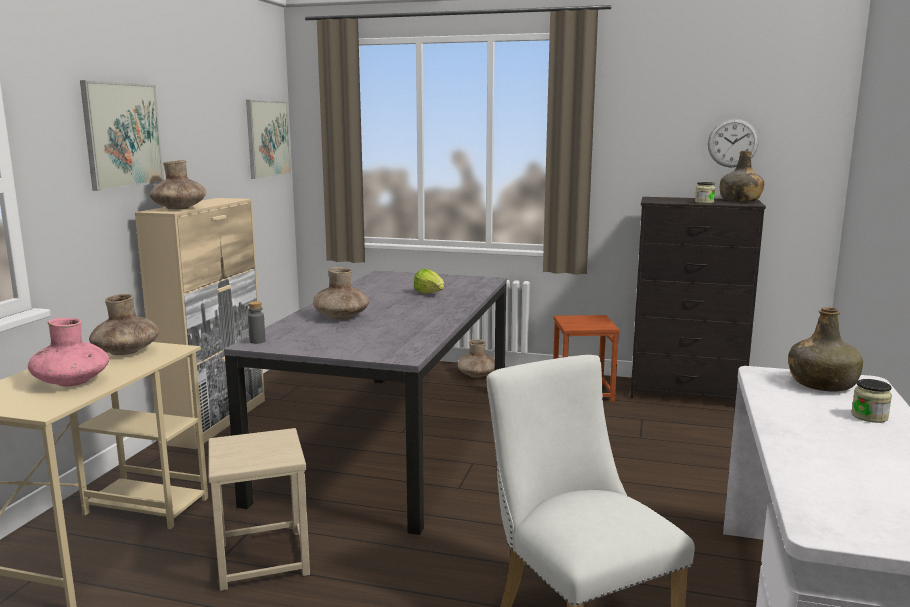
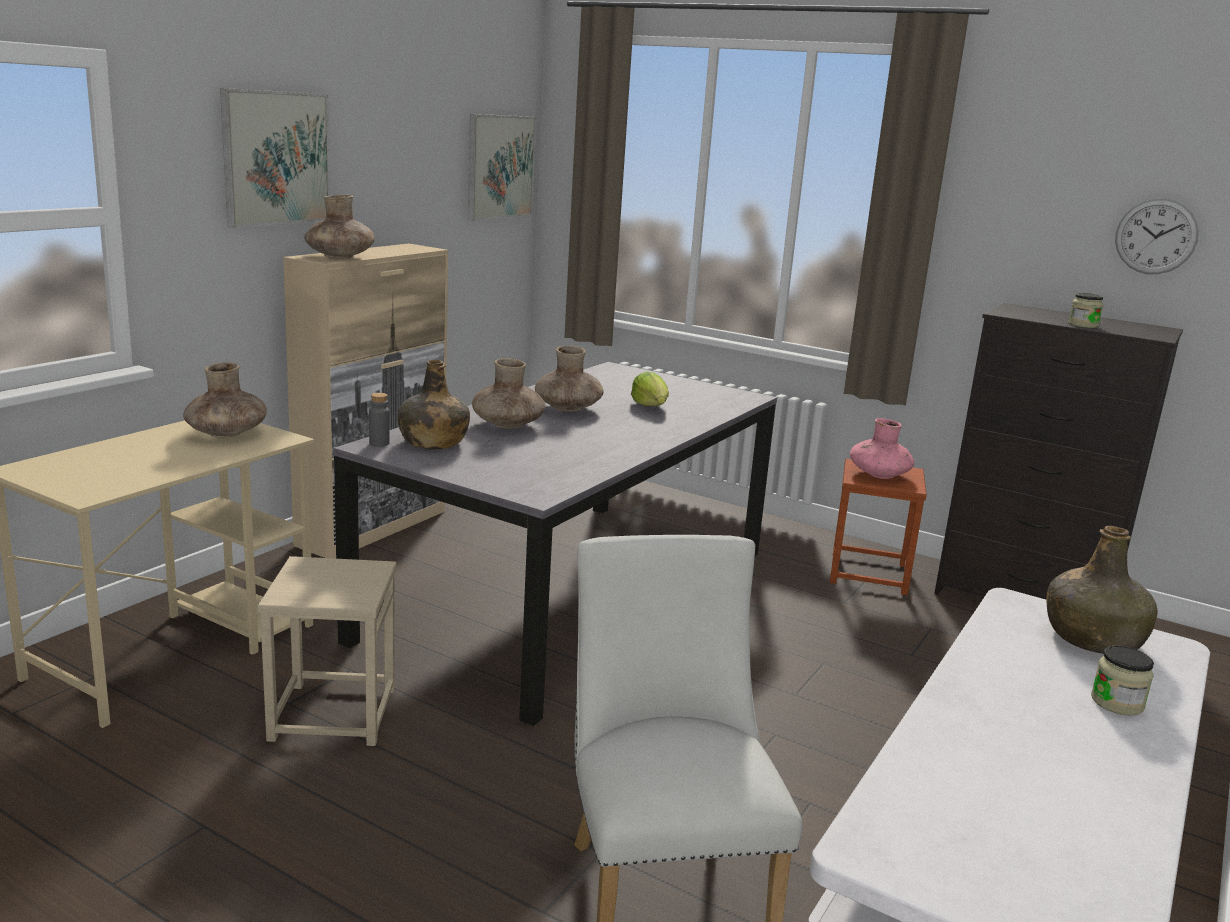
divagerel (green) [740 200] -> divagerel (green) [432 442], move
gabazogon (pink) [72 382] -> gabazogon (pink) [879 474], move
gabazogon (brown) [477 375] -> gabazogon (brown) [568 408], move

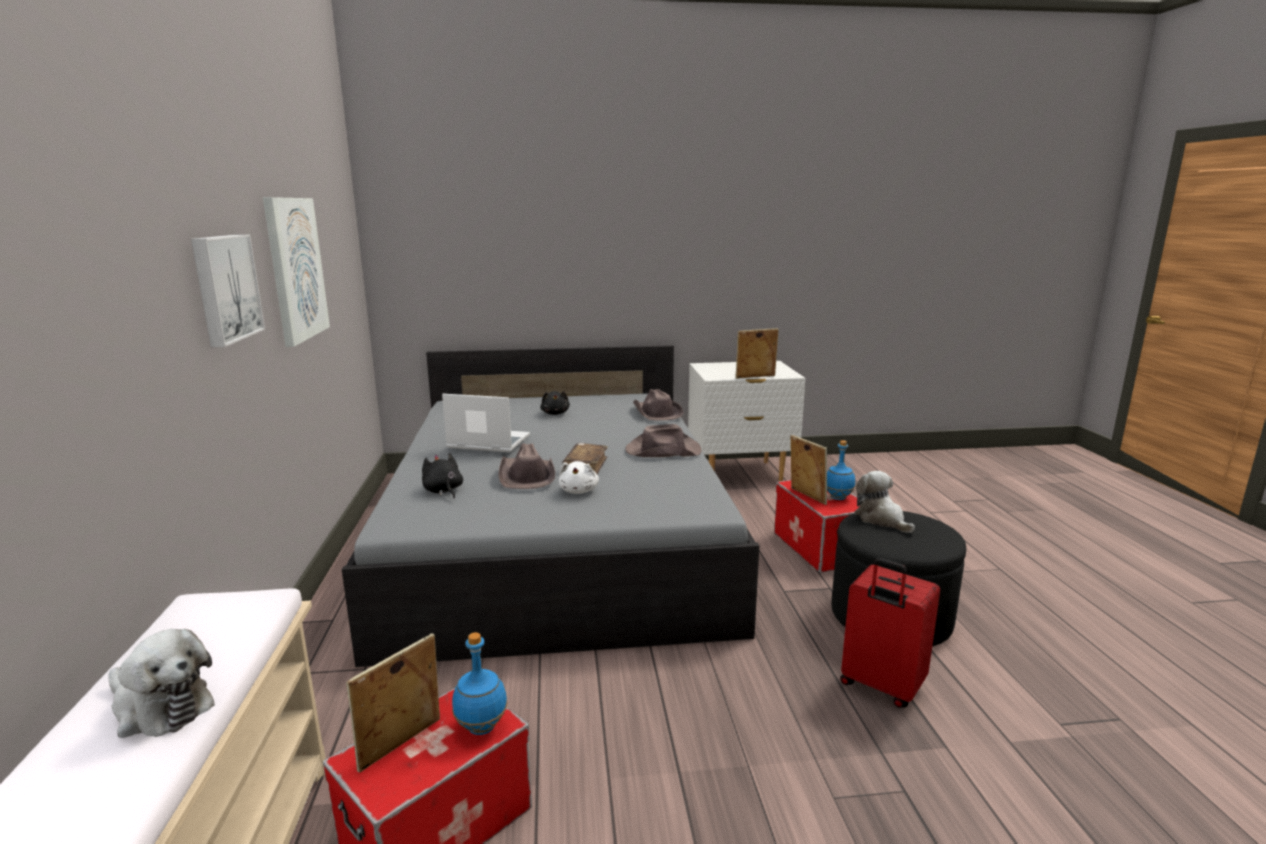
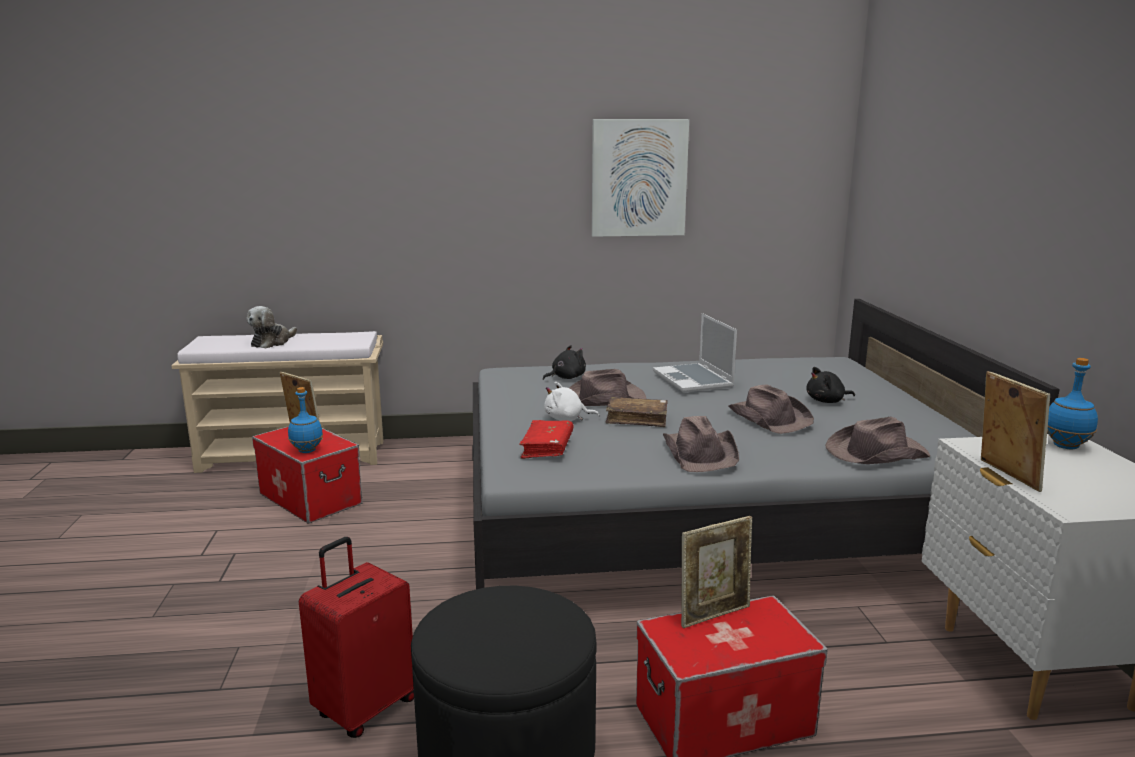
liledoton [224 288] -> none
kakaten [487 442] -> kakaten [694 380], 150 degrees clockwise
divagerel (blue) [838 498] -> divagerel (blue) [1065 446], move
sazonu [881 519] -> none
none -> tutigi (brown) [769 418]
none -> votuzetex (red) [547 447]

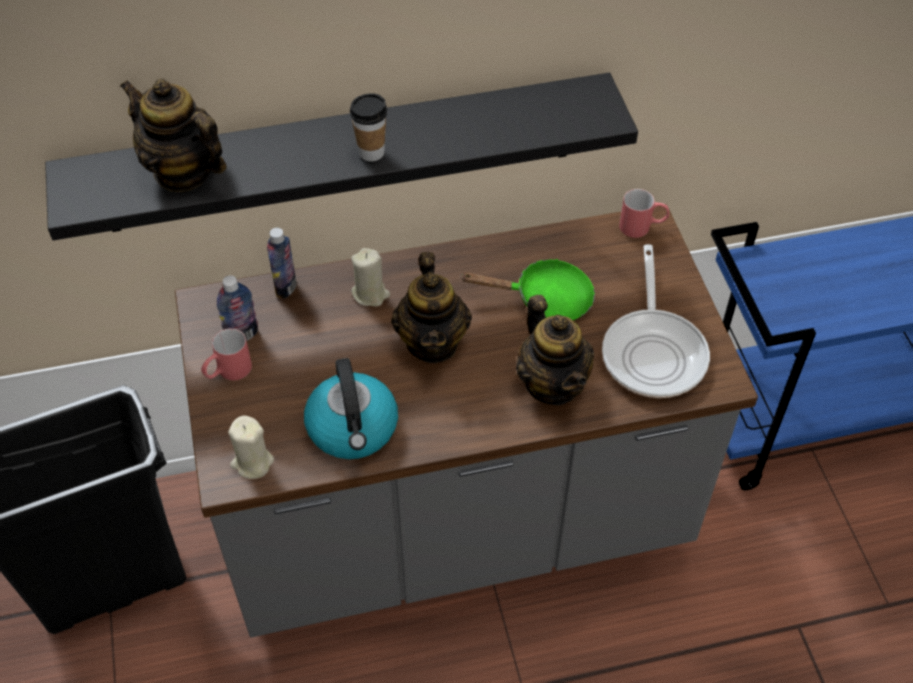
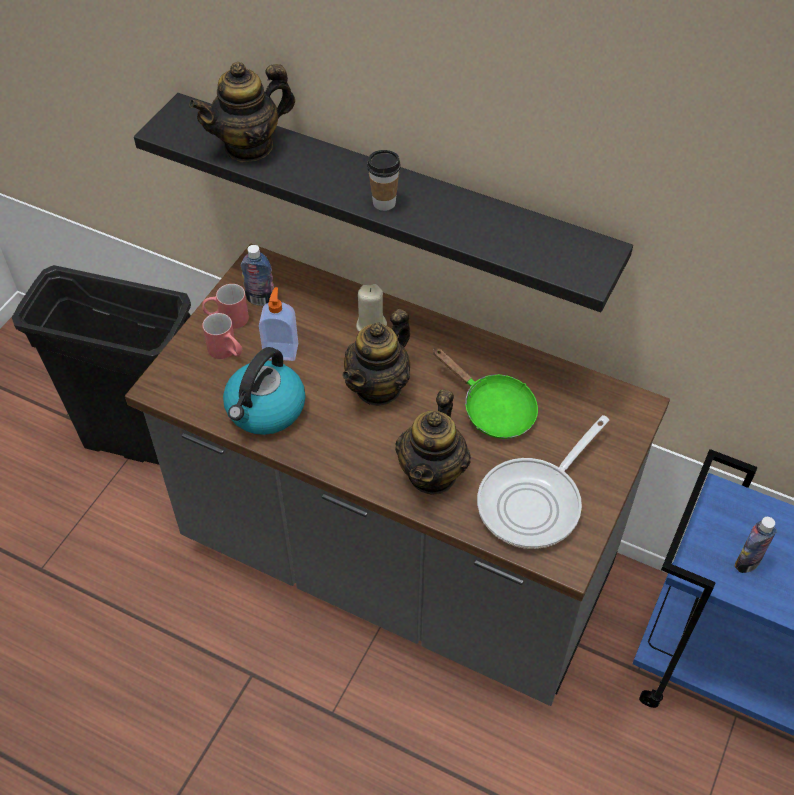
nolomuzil [183 172] -> nolomuzil [249 146], 105 degrees counterclockwise
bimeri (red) [642 227] -> bimeri (red) [227 352], move
divagerel [286 287] -> divagerel [747 563], move
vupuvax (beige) [252 462] -> none
none -> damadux [281 350]

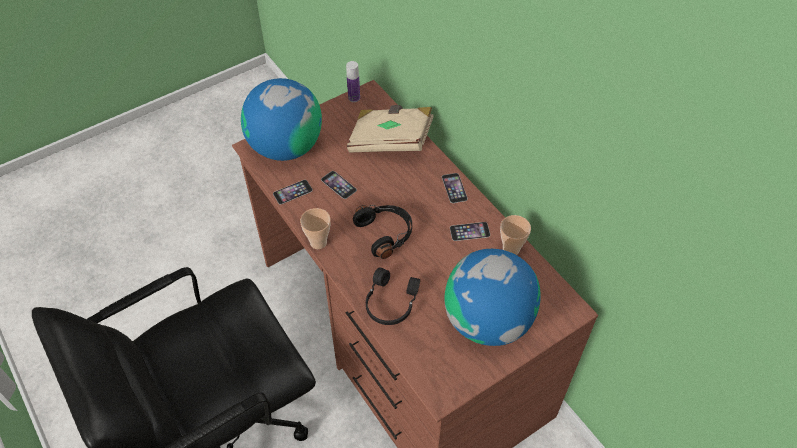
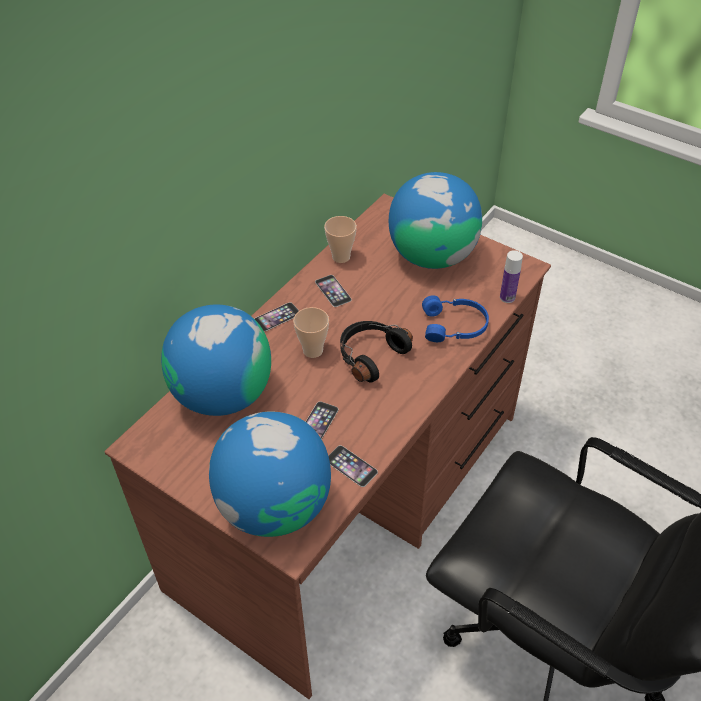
divagerel [354 98] -> divagerel [507 297], move
votuzetex (beige) [390 141] -> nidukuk [223 394]
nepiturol [318 242] -> nepiturol [313 350], move
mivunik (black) [390 302] -> mivunik (blue) [455 326]

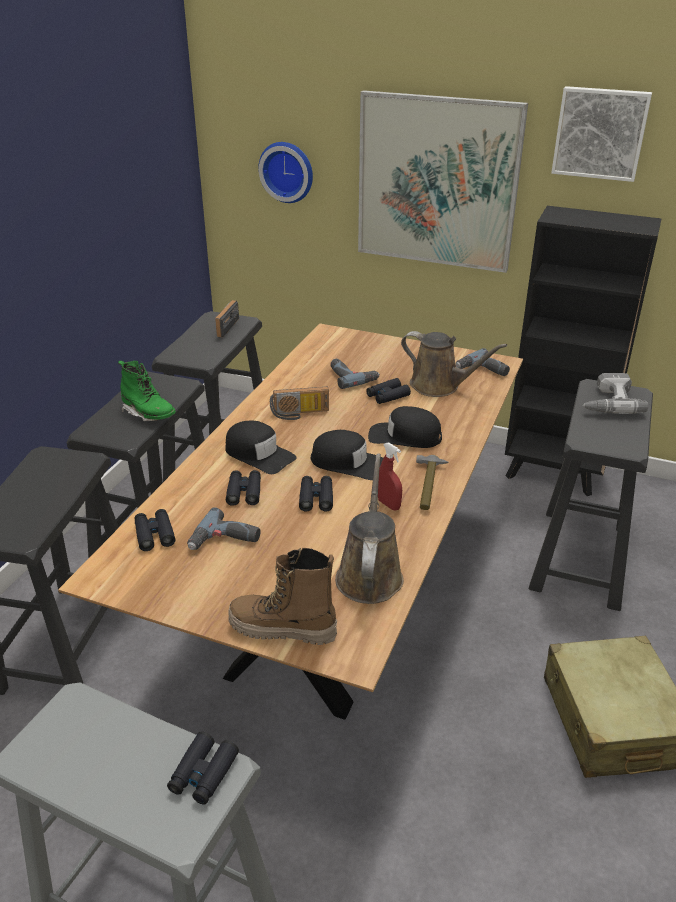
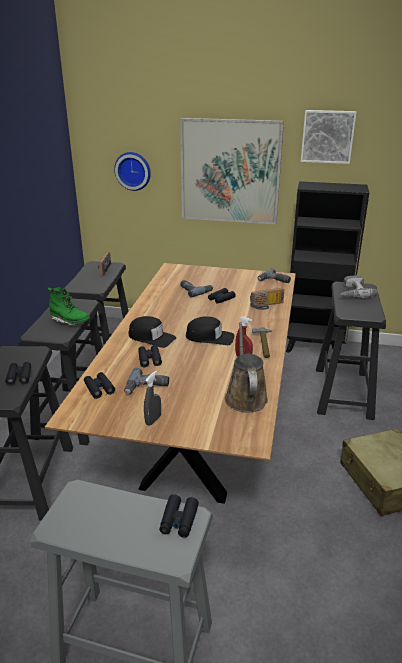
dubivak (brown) [439 386] -> none
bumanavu [300 414] -> bumanavu [267 306], move
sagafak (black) [404 436] -> none
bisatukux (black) [316 498] -> bisatukux (black) [19 376], move
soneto [283 630] -> none
none -> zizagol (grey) [153 420]

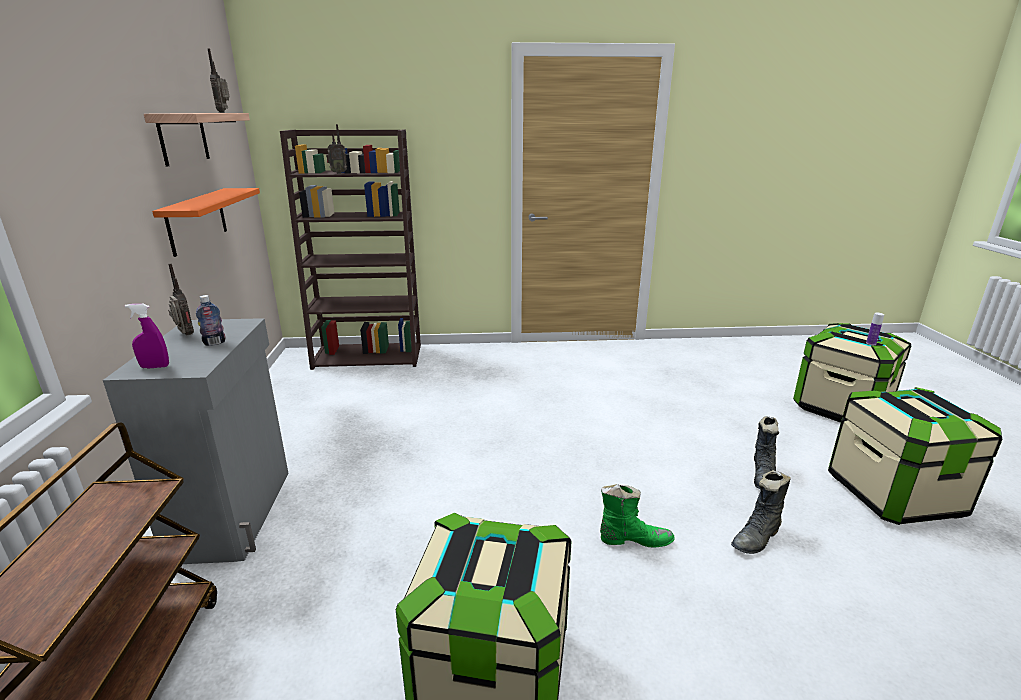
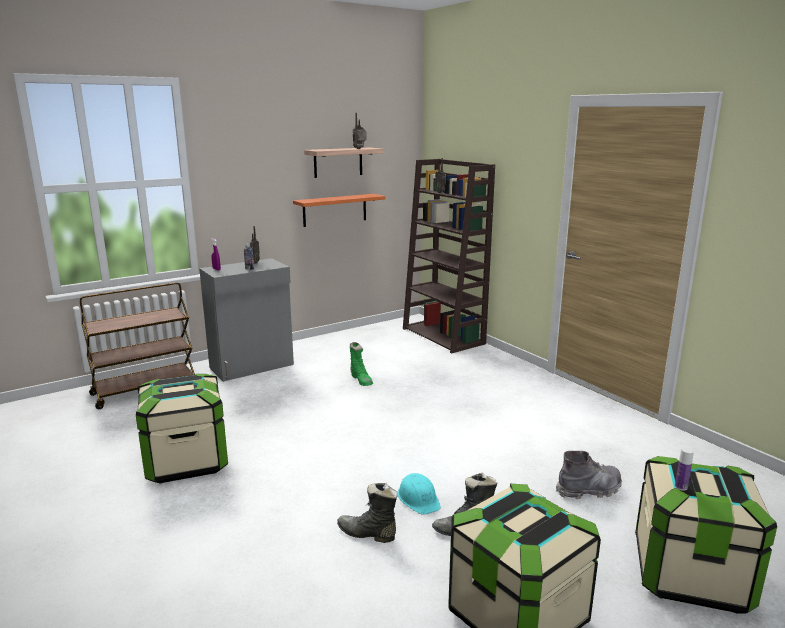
soneto (green) [634 540] -> soneto (green) [361 380], move
none -> soneto (grey) [589 490]
none -> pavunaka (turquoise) [418 499]

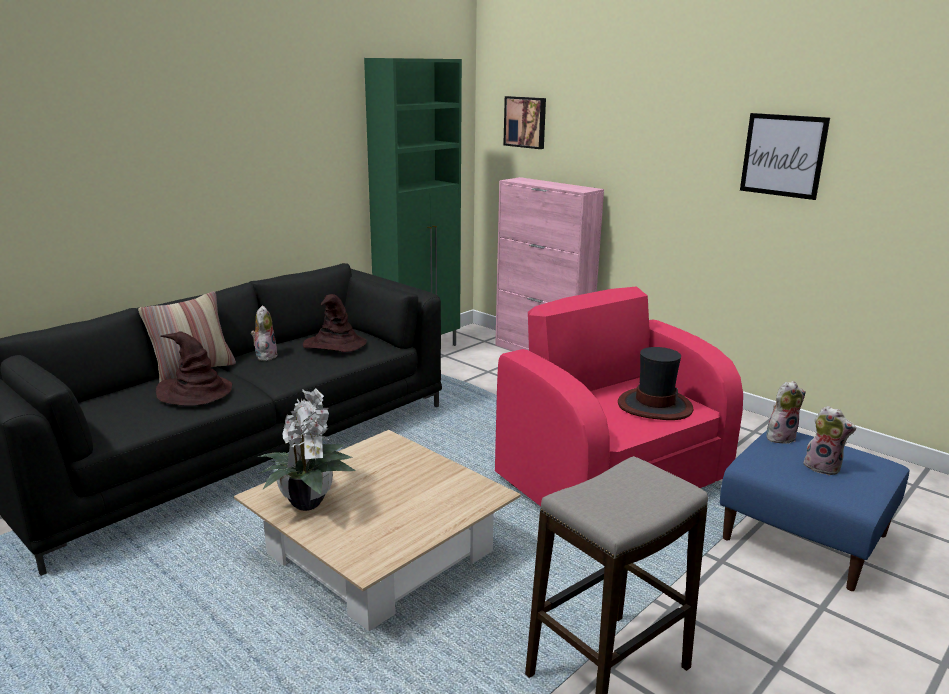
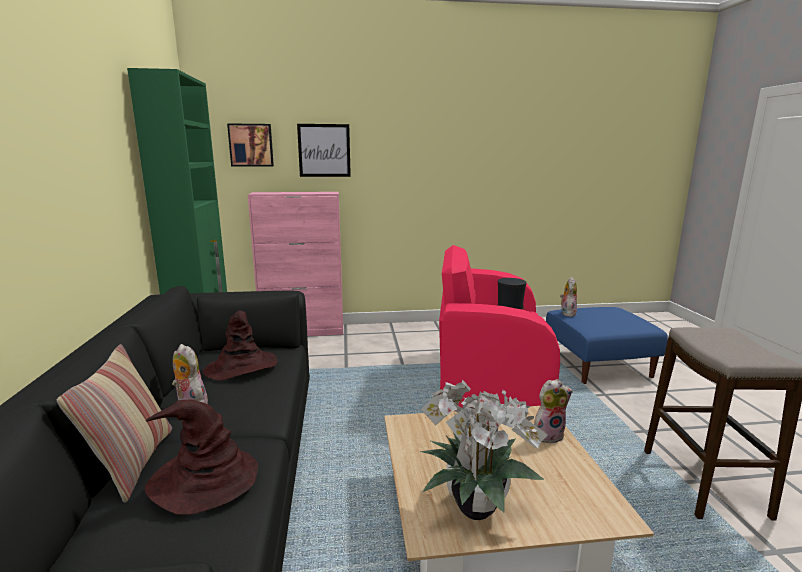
liledoton [783 155] -> liledoton [324 150], move
sazonu [823 467] -> sazonu [548 435], move

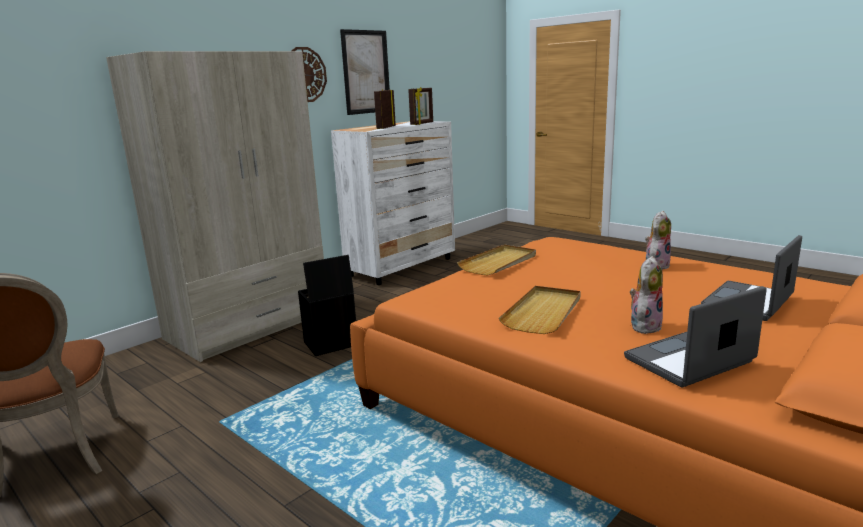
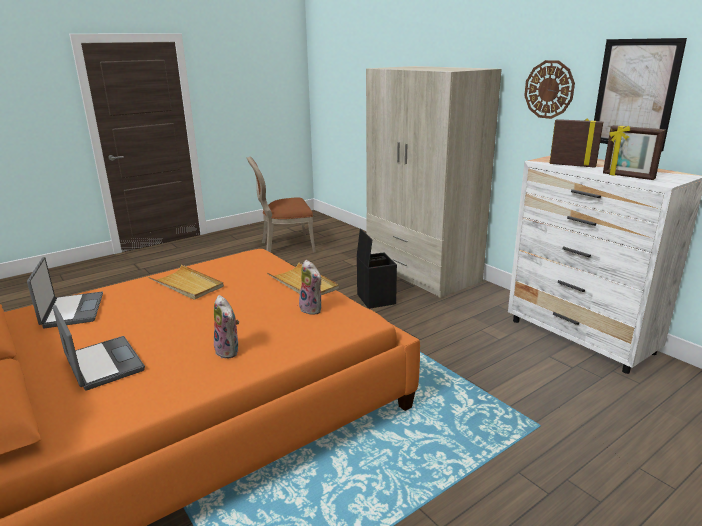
sazonu [644 326] -> sazonu [312 309], move

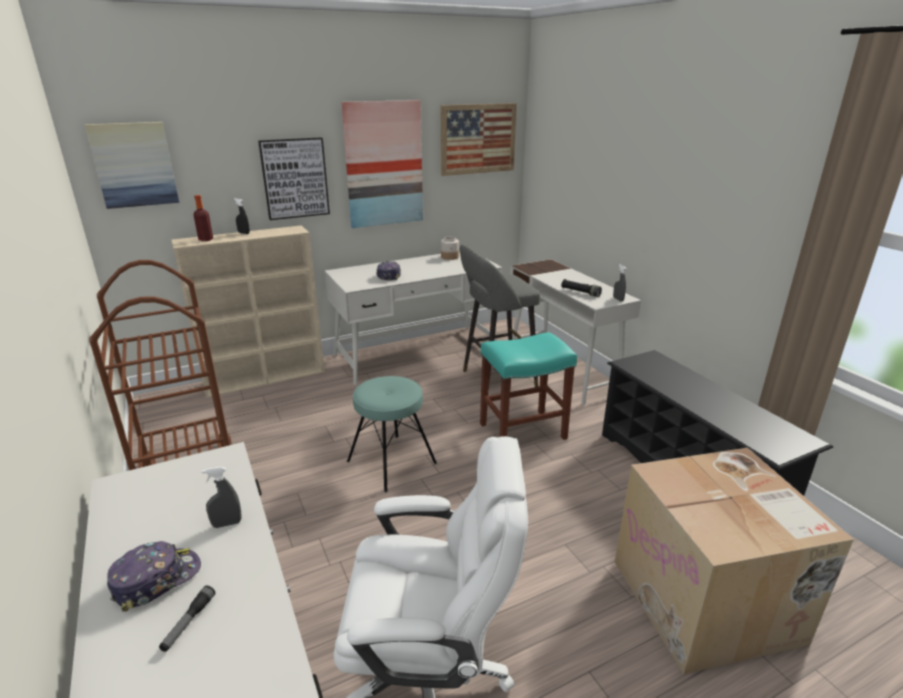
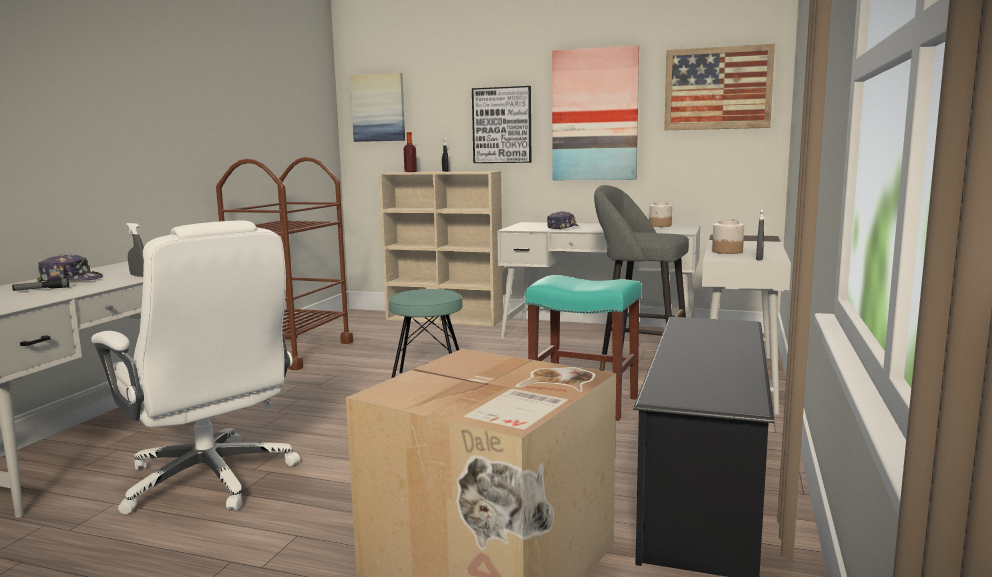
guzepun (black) [580 292] -> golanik [727 251]

